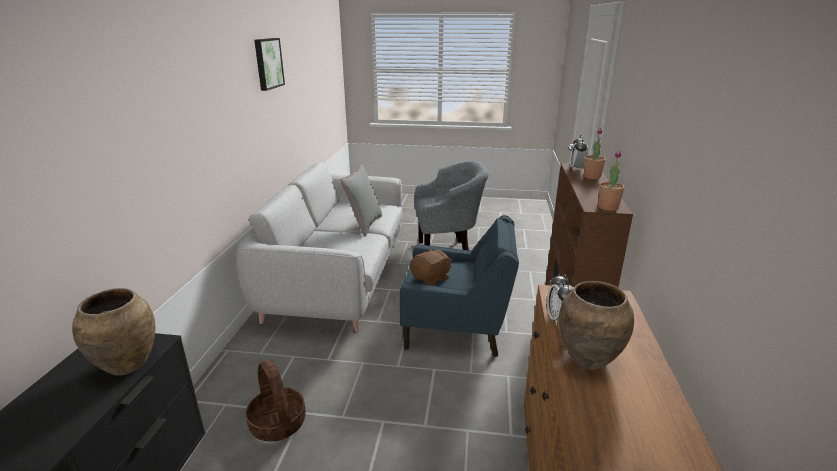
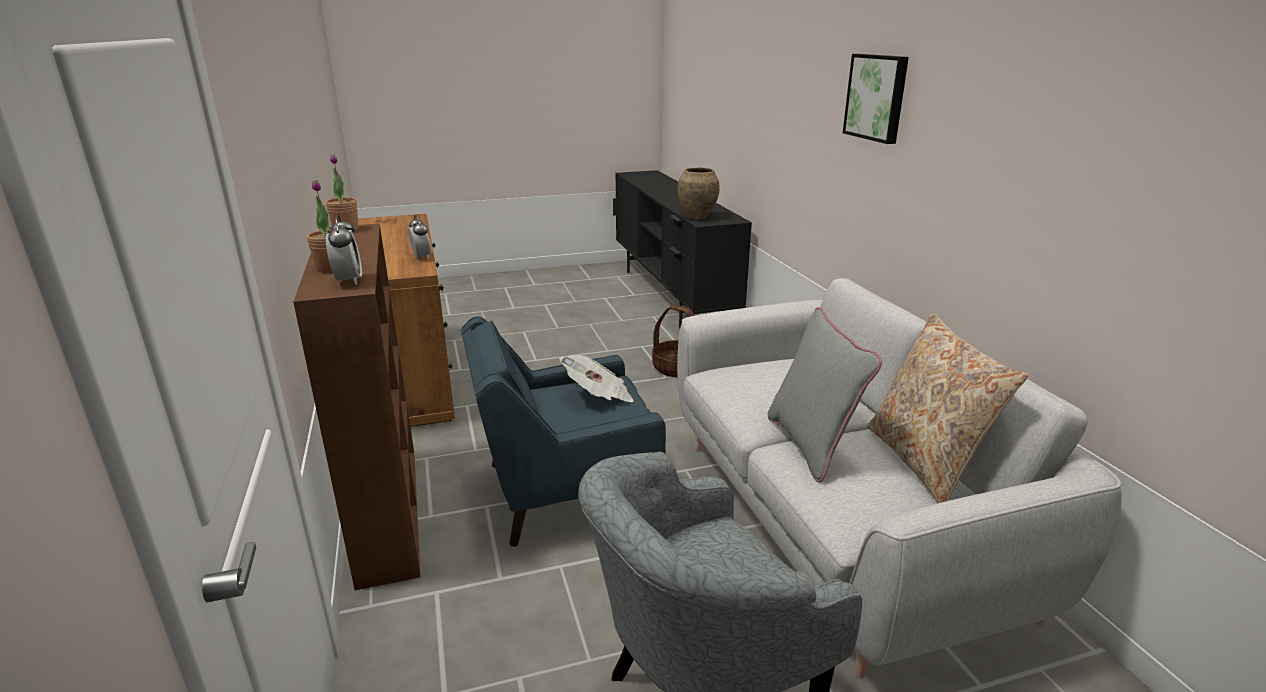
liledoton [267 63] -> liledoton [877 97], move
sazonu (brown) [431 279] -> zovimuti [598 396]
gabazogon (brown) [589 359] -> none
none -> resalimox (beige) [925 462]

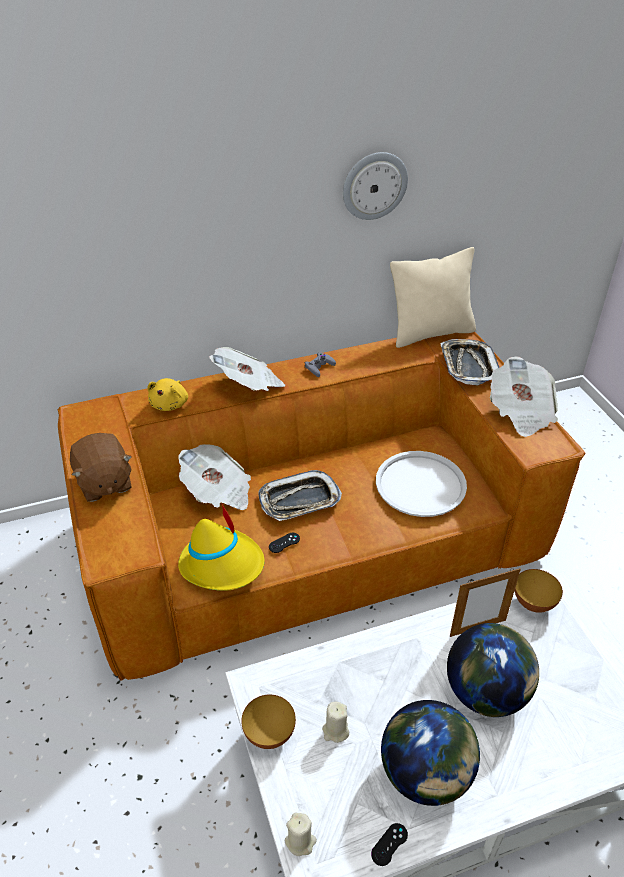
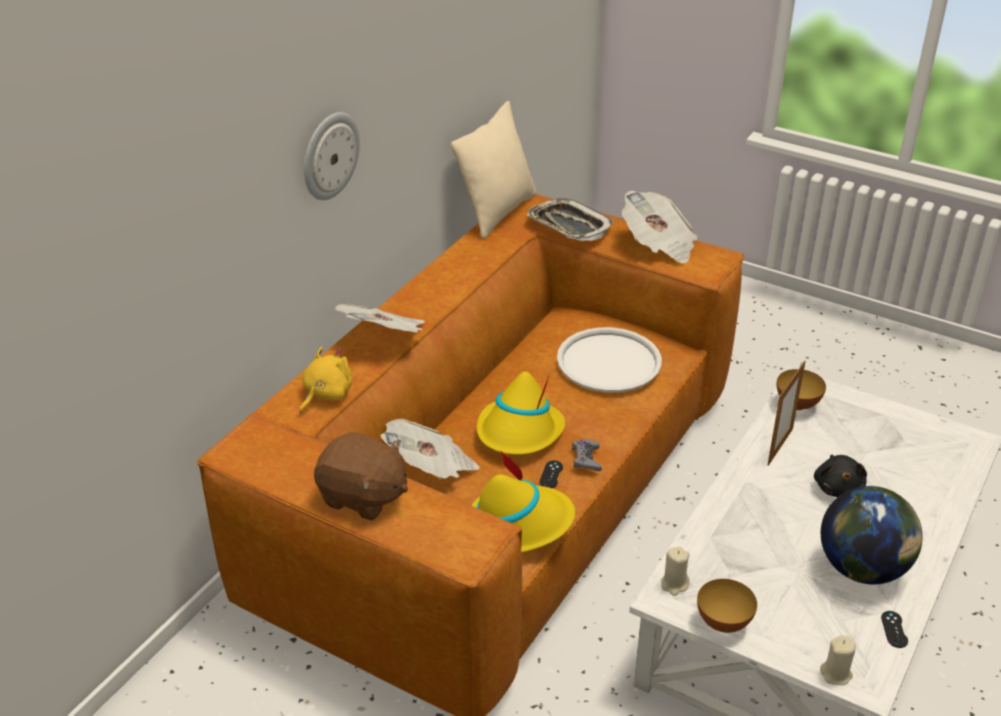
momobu [374 185] -> momobu [329 155], move
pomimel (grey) [319 367] -> pomimel (grey) [586 459], move
sazonu (yellow) [170 404] -> sazonu (yellow) [325 394], 120 degrees counterclockwise
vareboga [299 500] -> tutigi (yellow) [519 432]
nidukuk [486 692] -> sazonu (black) [838 487]
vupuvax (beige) [335 731] -> vupuvax (beige) [674 584], move

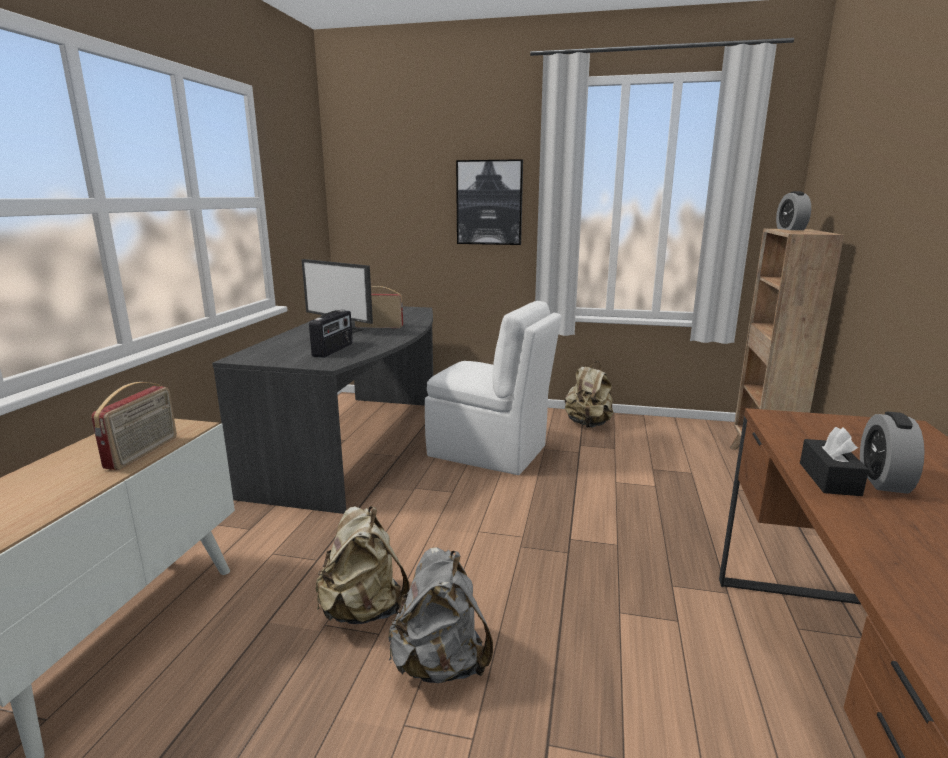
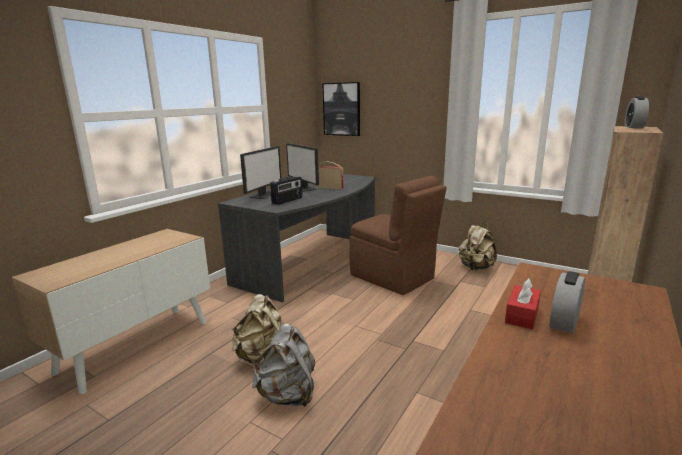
liledoton [489 203] -> liledoton [342 109], move
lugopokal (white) [490 452] -> lugopokal (brown) [393 277]
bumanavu [143 452] -> none
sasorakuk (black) [829 479] -> sasorakuk (red) [522 315]
none -> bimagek [264 195]

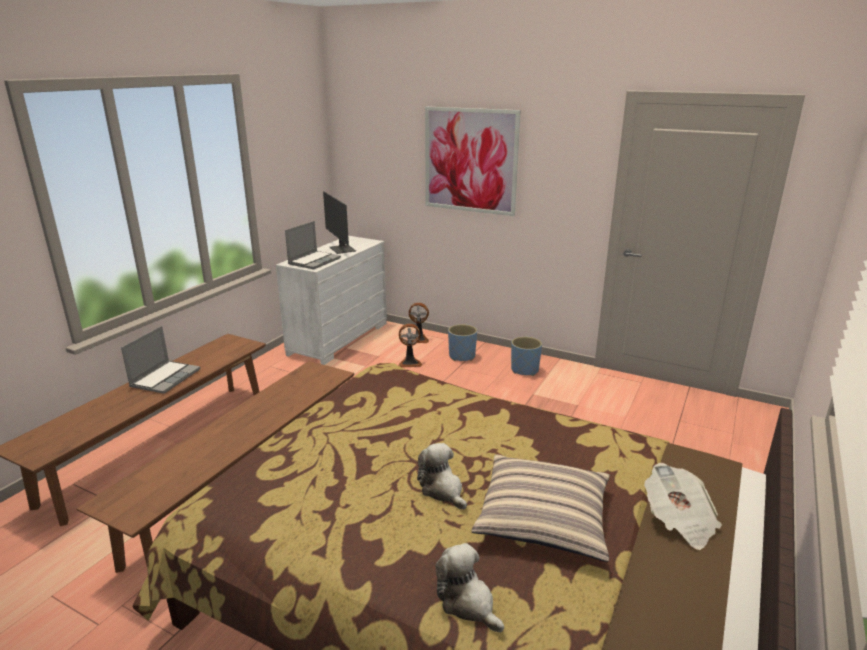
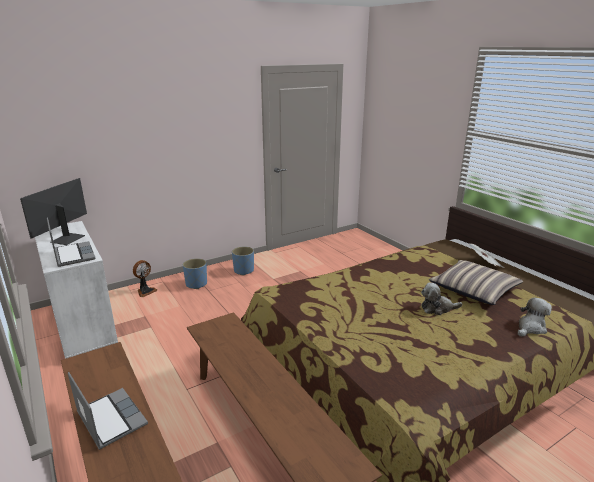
liledoton [470 160] -> none
bimagek [341 249] -> bimagek [67 239], 105 degrees clockwise
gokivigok [410 362] -> none
sazonu [468 603] -> sazonu [530 328], 150 degrees clockwise

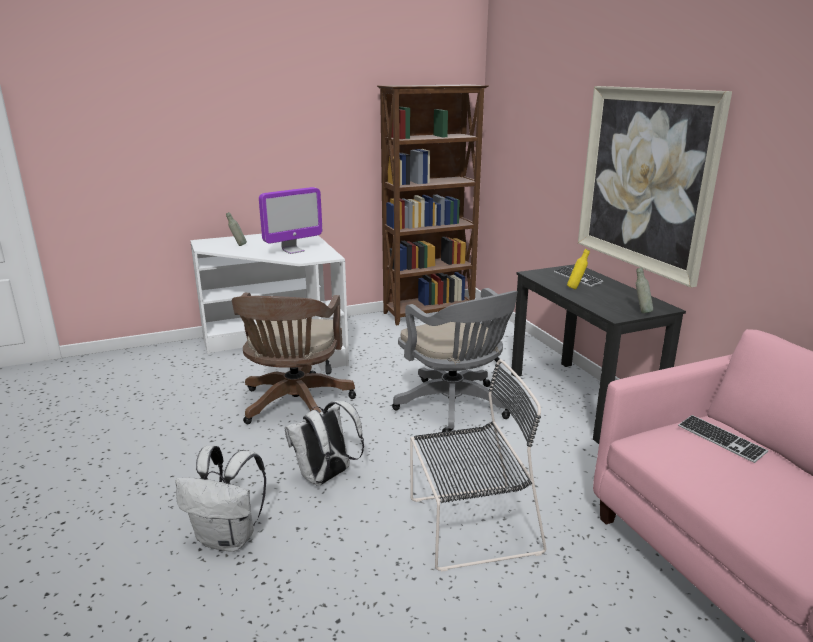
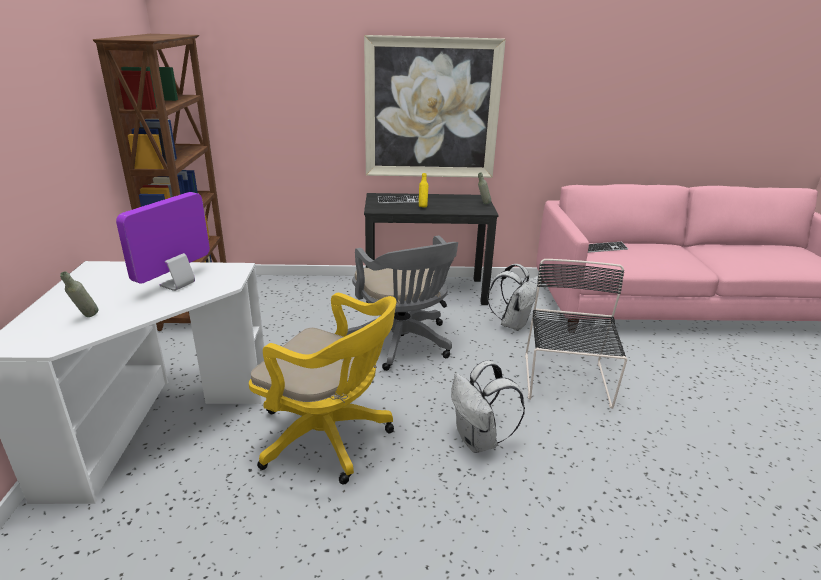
bimagek [293 250] -> bimagek [177 284], 135 degrees counterclockwise
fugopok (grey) [455 408] -> fugopok (grey) [403 344], 75 degrees clockwise
fugopok (brown) [295 406] -> fugopok (yellow) [329 438]
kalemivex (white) [229 538] -> kalemivex (white) [513 323], move

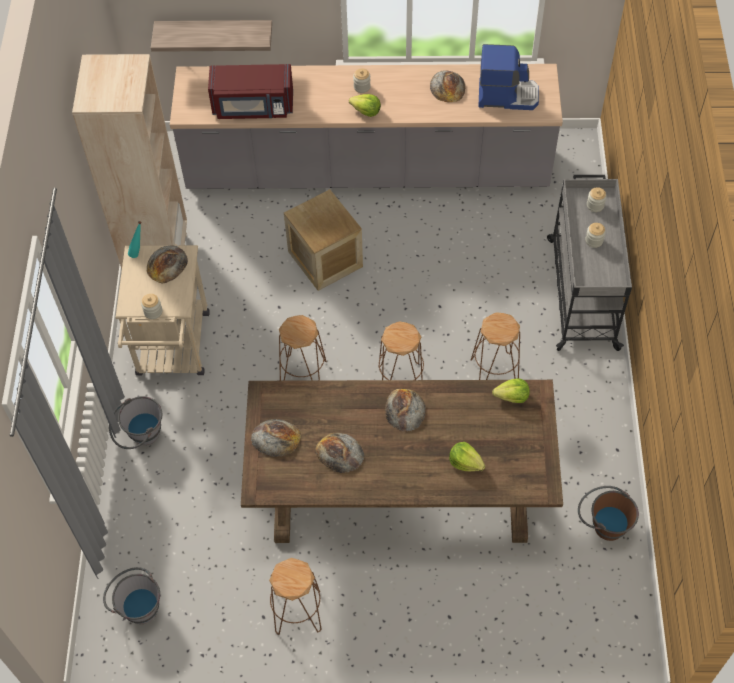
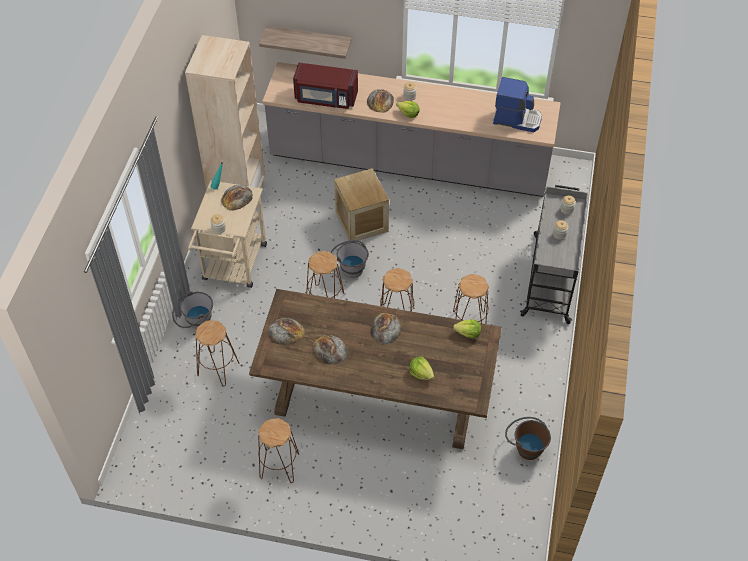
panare [447 86] -> panare [380 101], move
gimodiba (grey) [137 605] -> gimodiba (grey) [350 267], move
none -> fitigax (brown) [218 368]

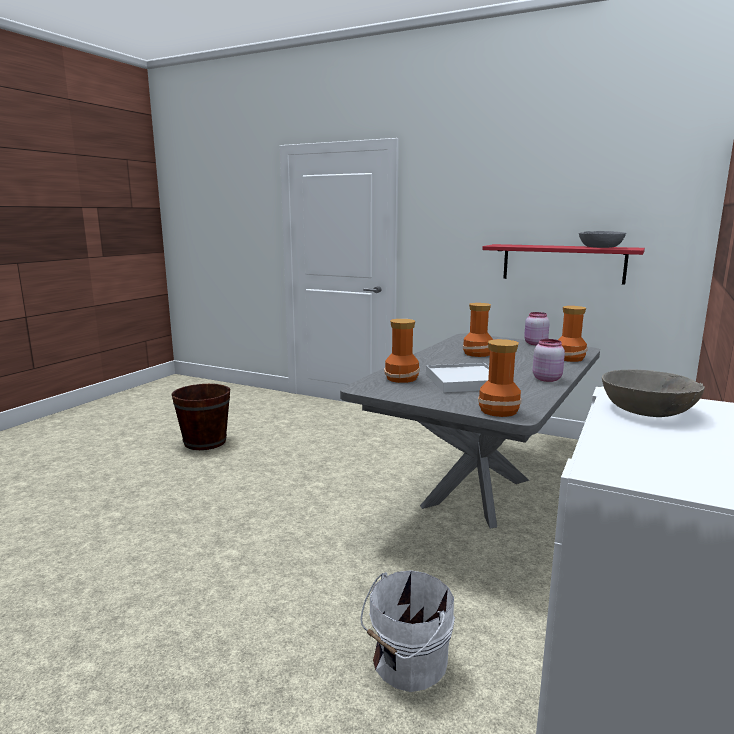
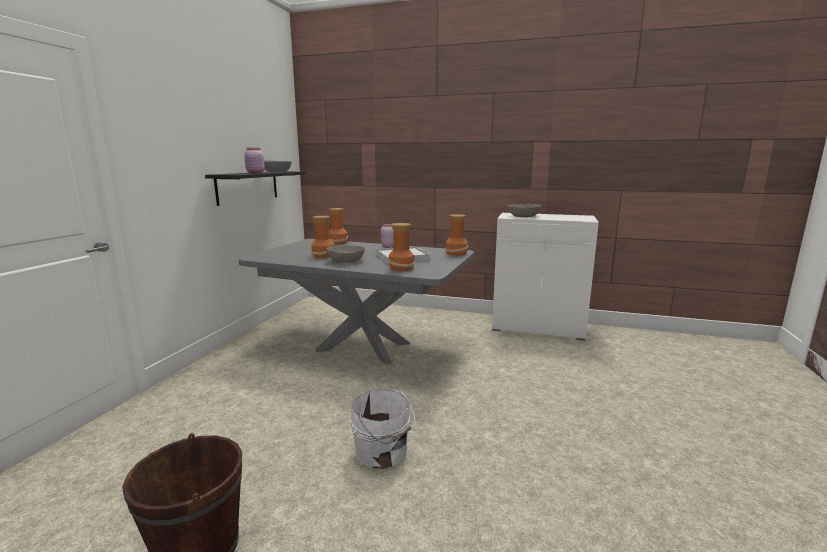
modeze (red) [563 263] -> modeze (black) [248 187]
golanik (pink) [534 343] -> golanik (pink) [255 173], move
gimodiba (white) [407 663] -> gimodiba (white) [382 452], move
none -> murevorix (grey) [346 261]

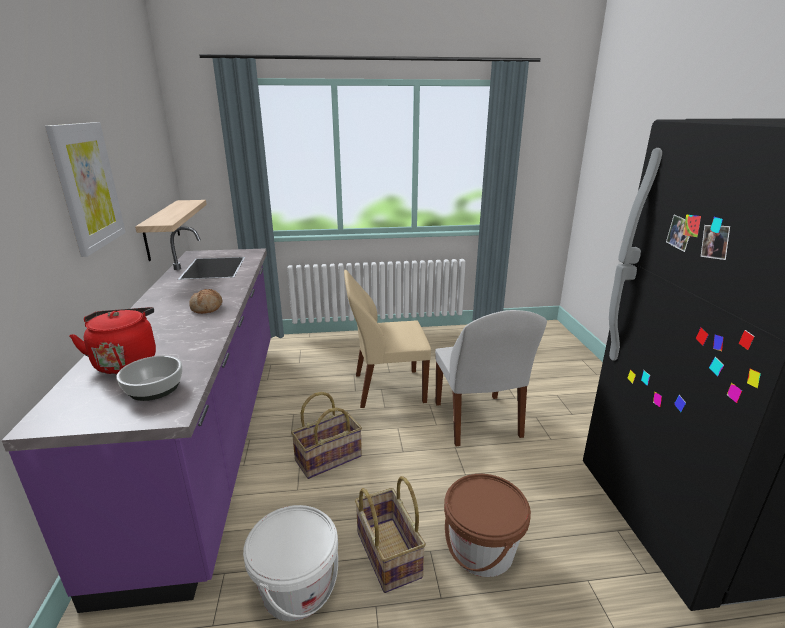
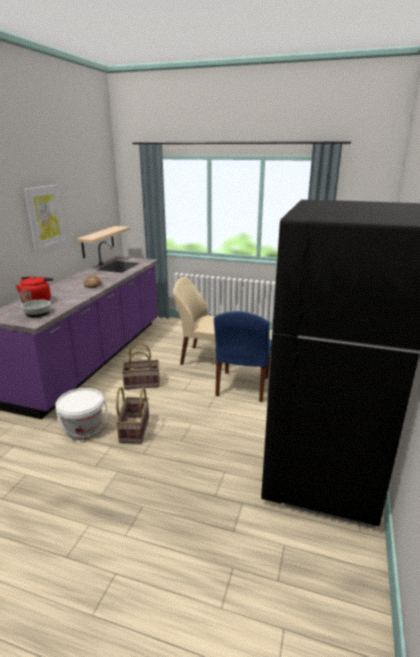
lugopokal (white) [478 421] -> lugopokal (blue) [242 387]
gimodiba (brown) [481 549] -> none

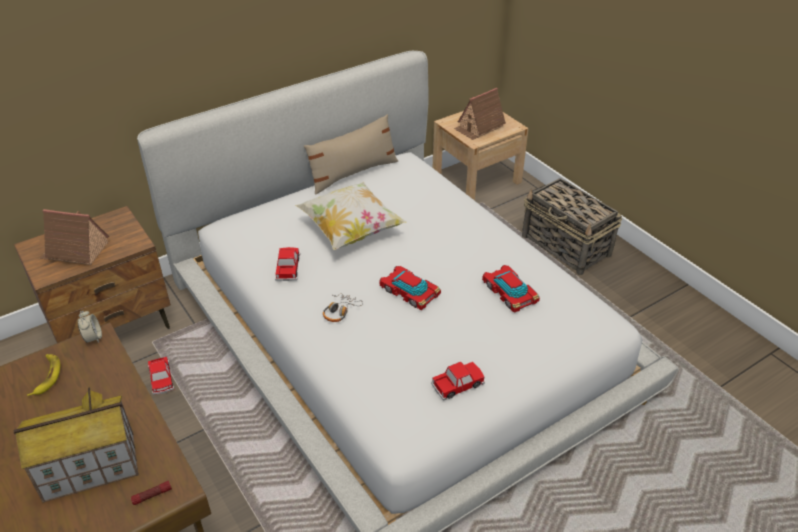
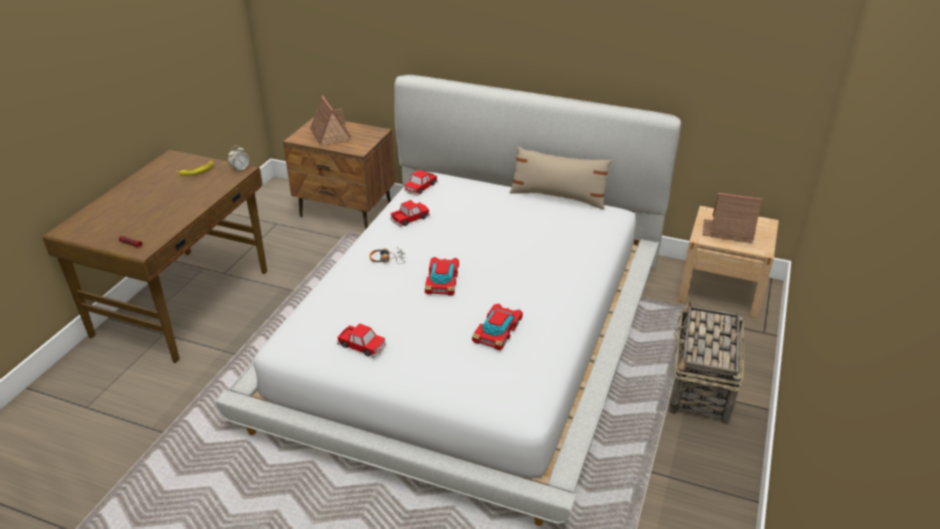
resalimox [350 230] -> none
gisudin [161 379] -> gisudin [420 187], move
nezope [89 467] -> none

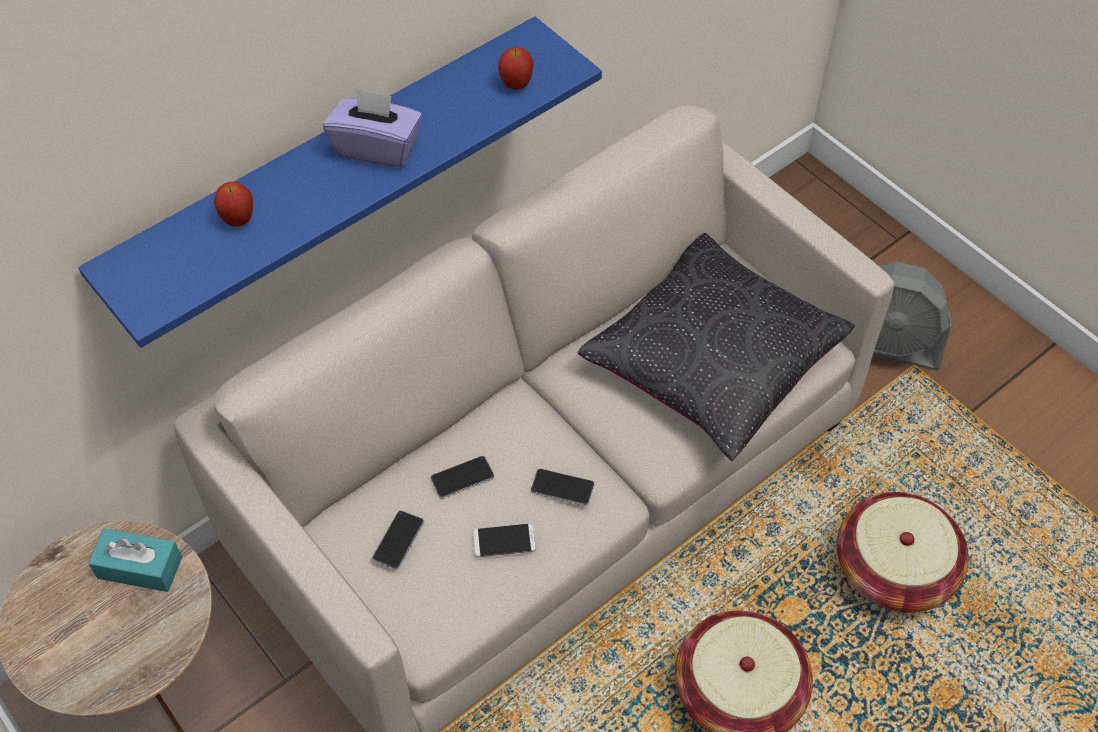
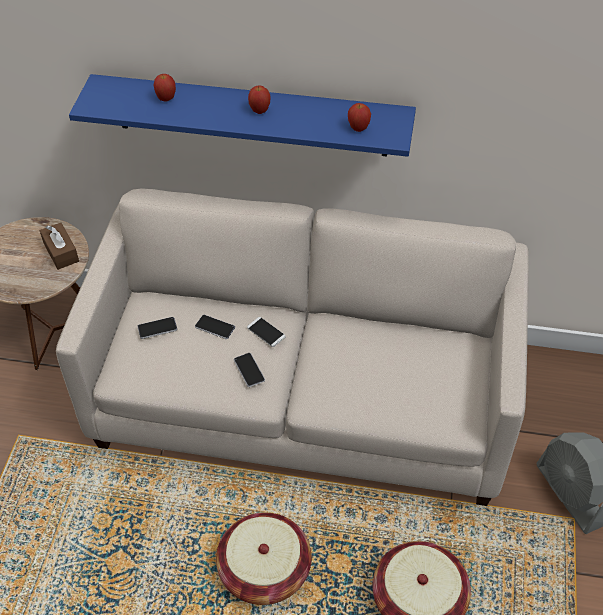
sasorakuk (purple) [377 147] -> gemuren [260 111]
resalimox (black) [712 361] -> none
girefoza [504 541] -> girefoza [266 332], move
sasorakuk (turquoise) [140 567] -> sasorakuk (brown) [61 252]

